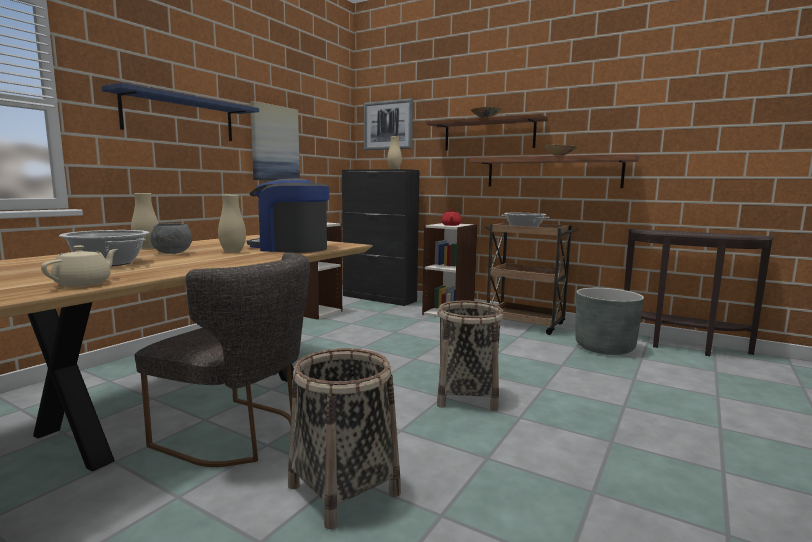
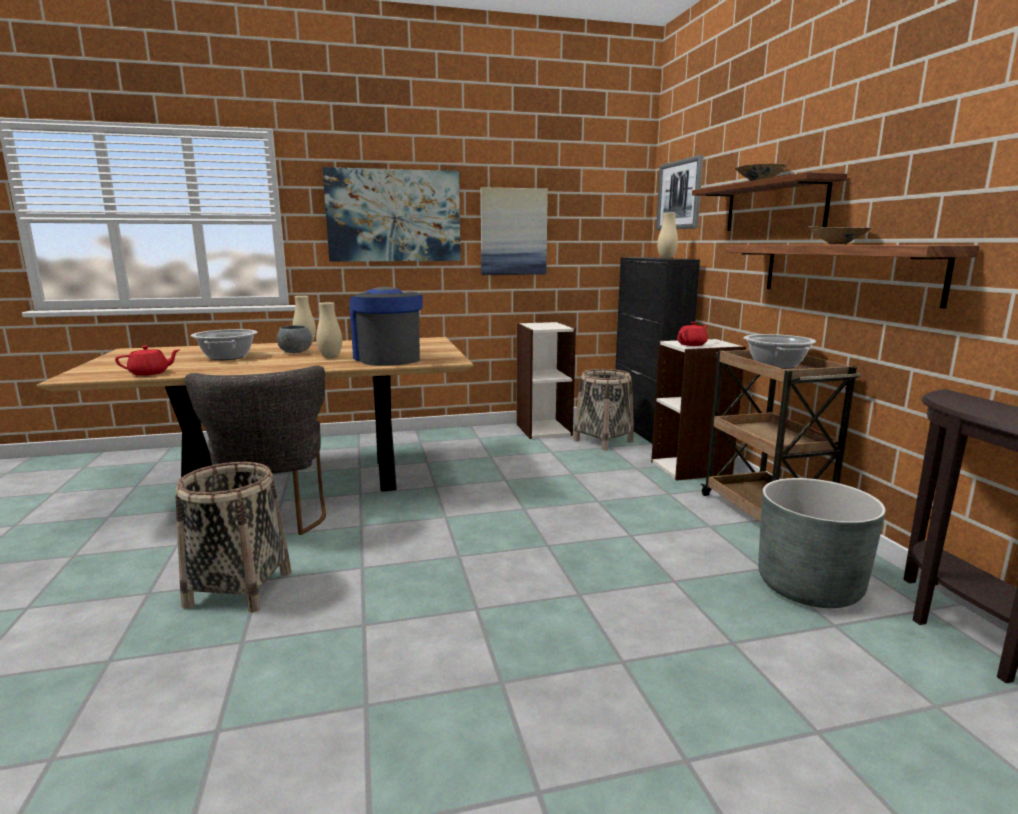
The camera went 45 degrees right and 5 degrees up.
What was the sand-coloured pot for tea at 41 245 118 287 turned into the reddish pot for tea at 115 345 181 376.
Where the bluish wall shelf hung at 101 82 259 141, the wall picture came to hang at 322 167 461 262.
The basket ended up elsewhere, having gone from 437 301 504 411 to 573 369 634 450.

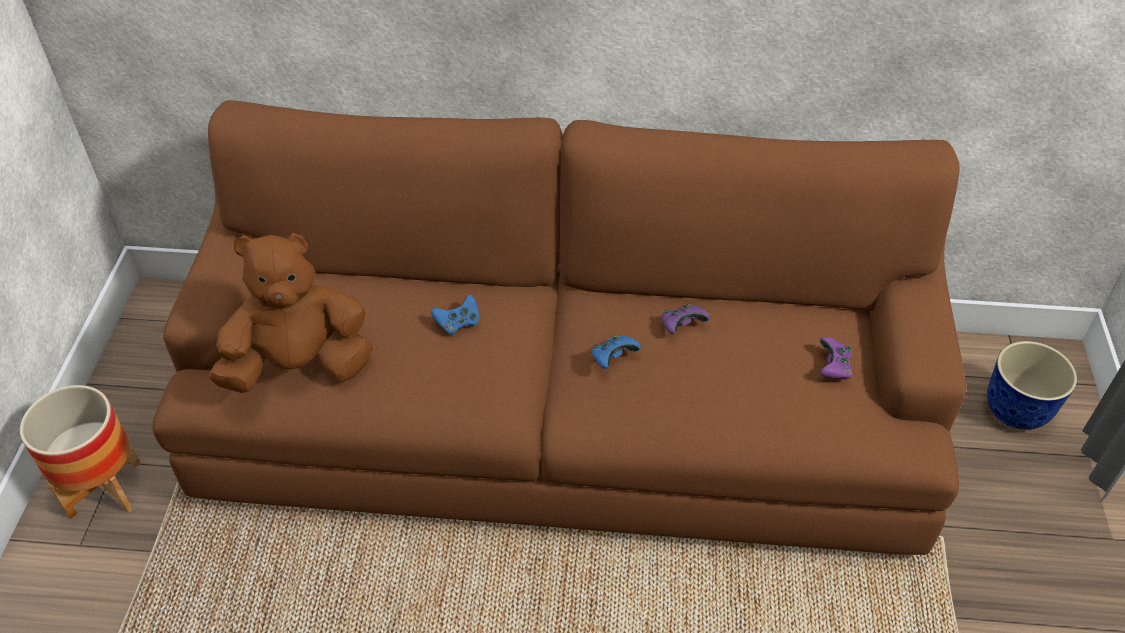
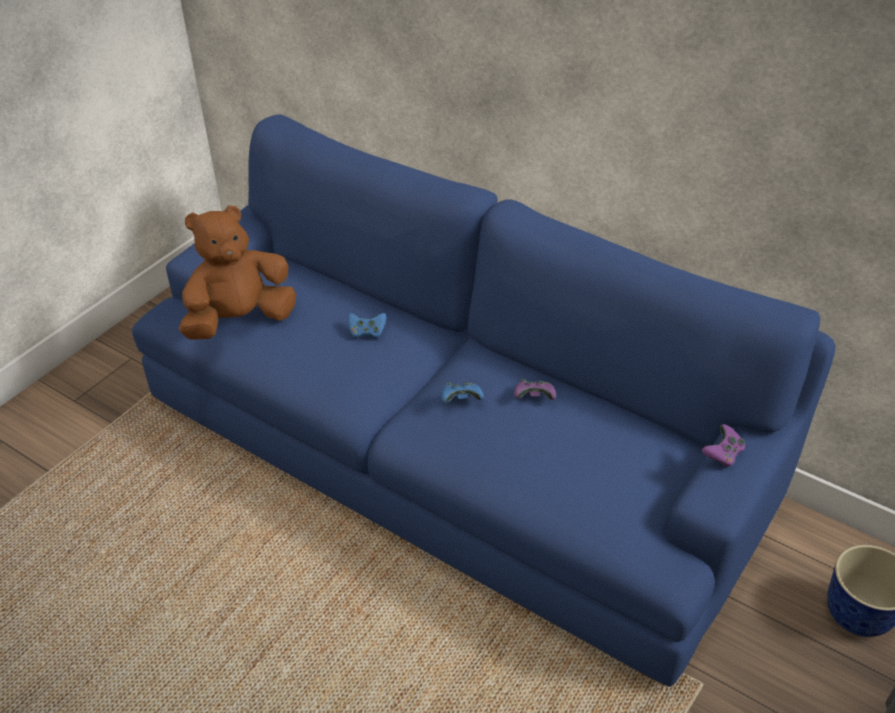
The camera went 30 degrees right and 5 degrees down.
The second view lost the planter at 20 385 141 519.
What was the brownish sofa at 152 100 966 555 turned into the bluish sofa at 132 114 836 687.
The brownish cuddly toy at 209 233 373 393 ended up facing another way, 45 degrees counterclockwise from before.
The purplish gamepad ended up elsewhere, having gone from 820 337 853 380 to 702 424 745 467.

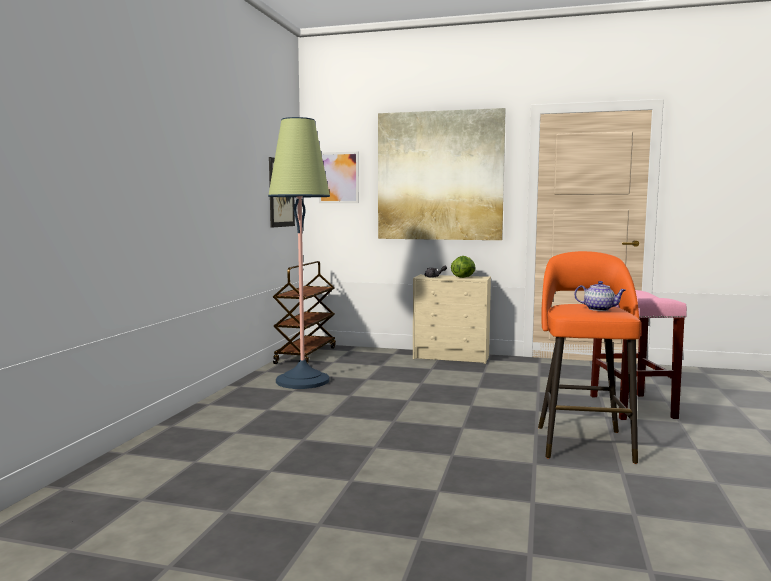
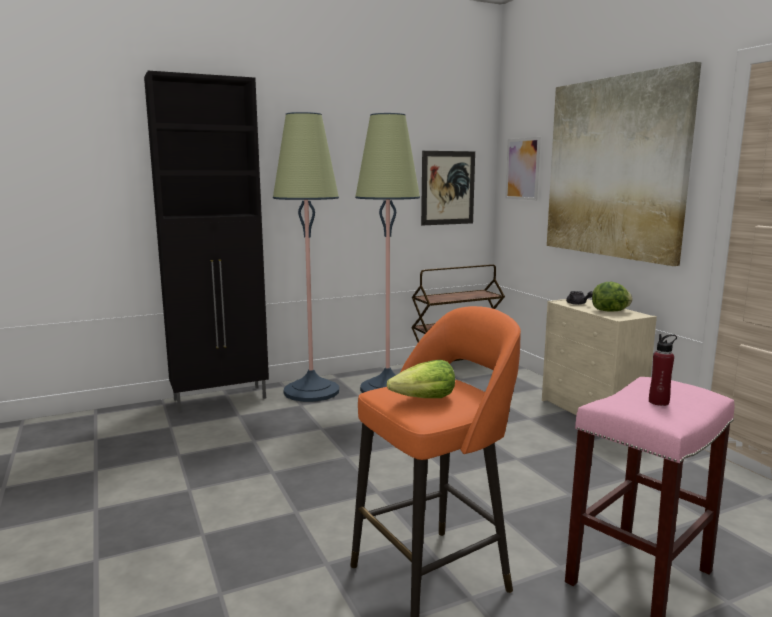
The camera went 50 degrees right and 5 degrees up.
Where the pot for tea stood at 574 281 626 311, the lettuce came to stand at 387 359 455 398.
The second view gained the blackish cupboard at 144 71 269 412.
The second view gained the floor lamp at 273 112 339 402.
The second view gained the reddish beverage bottle at 649 334 677 406.

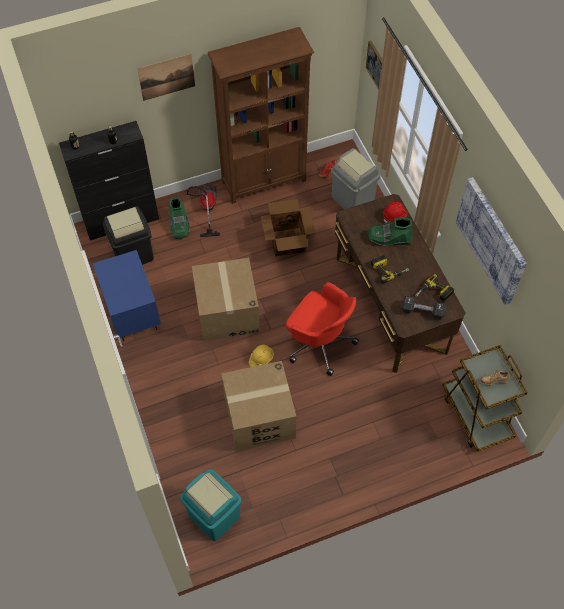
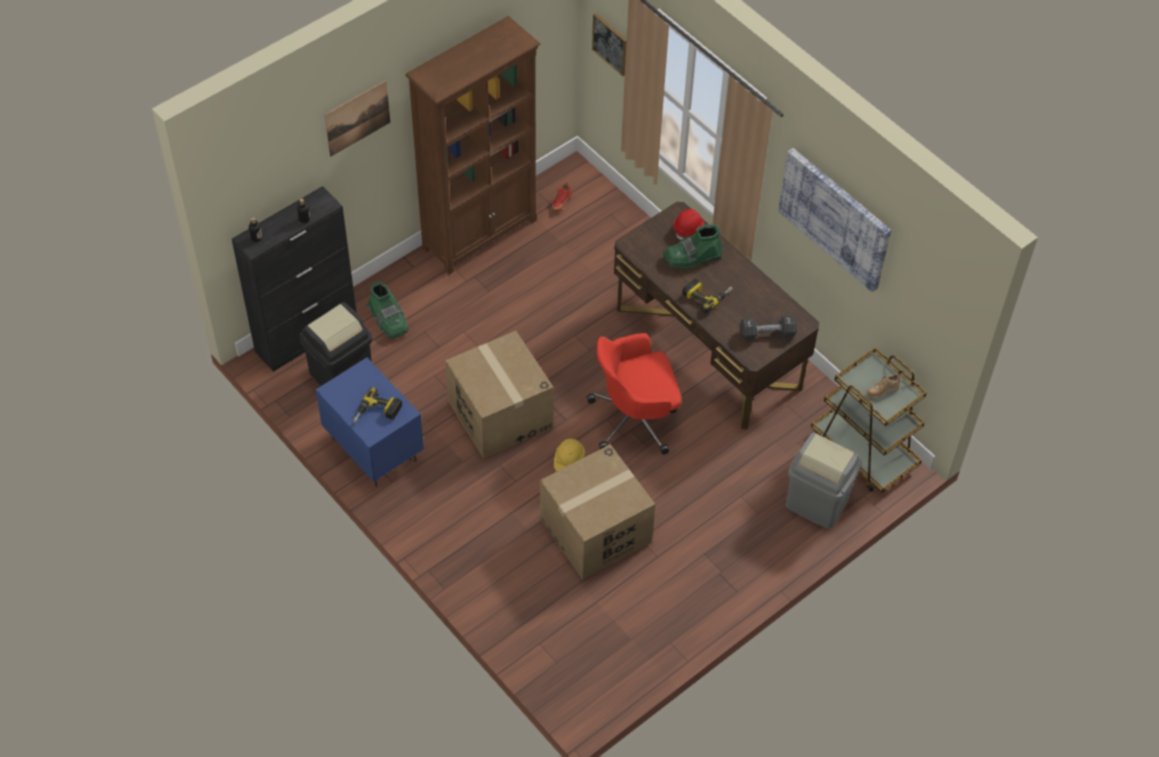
The camera went 20 degrees left and 5 degrees down.
The second view lost the blue-green rubbish bin at 180 470 241 541.
The second view lost the hoover at 186 185 220 237.
The second view lost the packing box at 261 199 315 256.
The reddish office chair at 286 282 359 376 ended up facing another way, 150 degrees clockwise from before.
The gray rubbish bin ended up elsewhere, having gone from 331 148 381 210 to 786 432 862 529.
The power drill ended up elsewhere, having gone from 415 274 454 302 to 352 387 402 423.

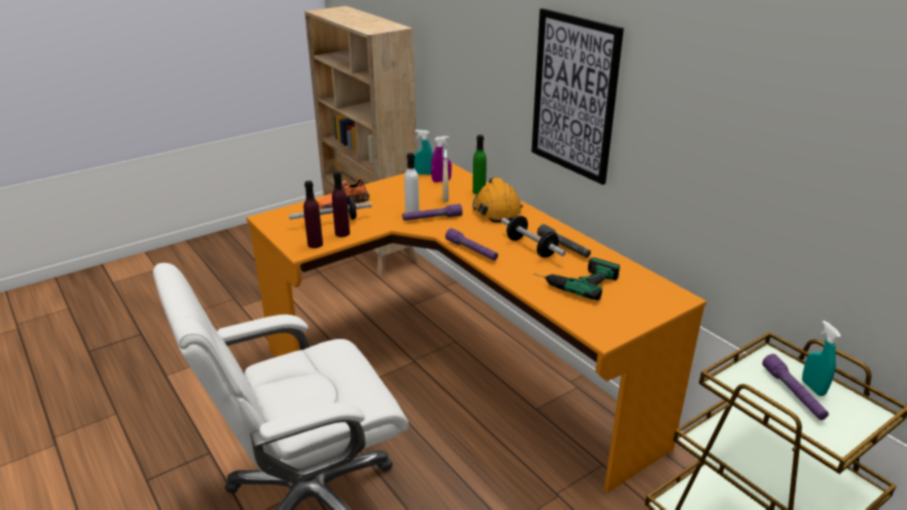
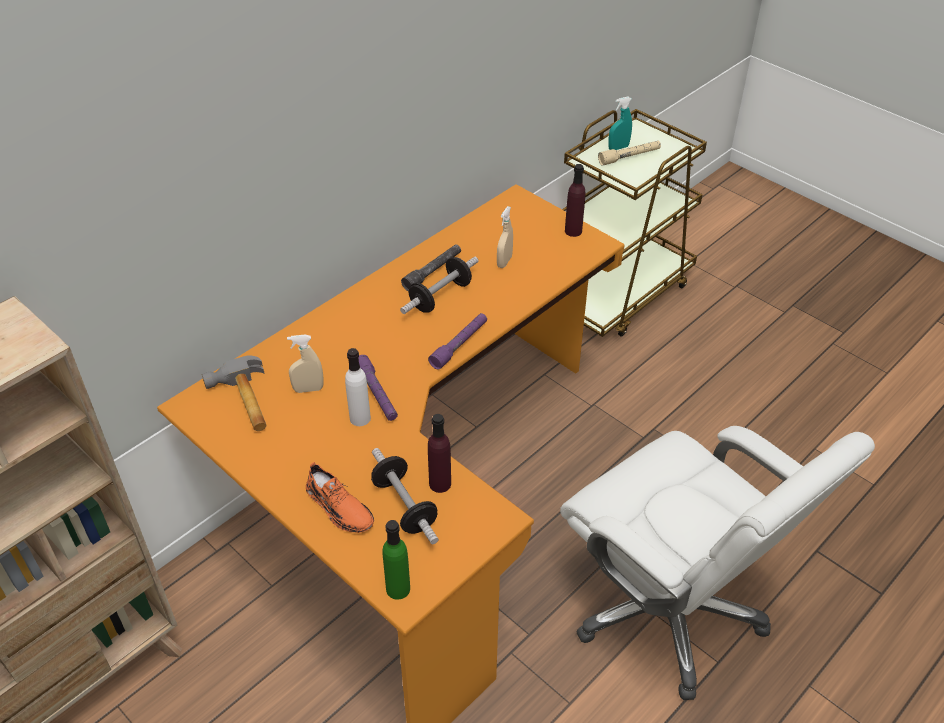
The camera went 100 degrees left and 15 degrees up.
The purplish beverage bottle ended up elsewhere, having gone from 304 181 323 248 to 565 164 586 237.
The second view lost the blue-green hand sprayer at 414 130 433 175.
Where the purplish hand sprayer stood at 431 136 452 182, the tool hammer came to stand at 202 355 266 431.
The green-coloured beverage bottle ended up elsewhere, having gone from 473 135 487 194 to 382 520 410 600.
The second view lost the orange-coloured work helmet at 473 178 523 223.
The second view lost the wall picture at 532 8 624 185.
Where the power drill stood at 534 257 620 301, the sand-coloured hand sprayer came to stand at 497 206 513 268.
What was the purplish flashlight at 762 354 829 420 turned into the sand-coloured flashlight at 598 141 661 166.

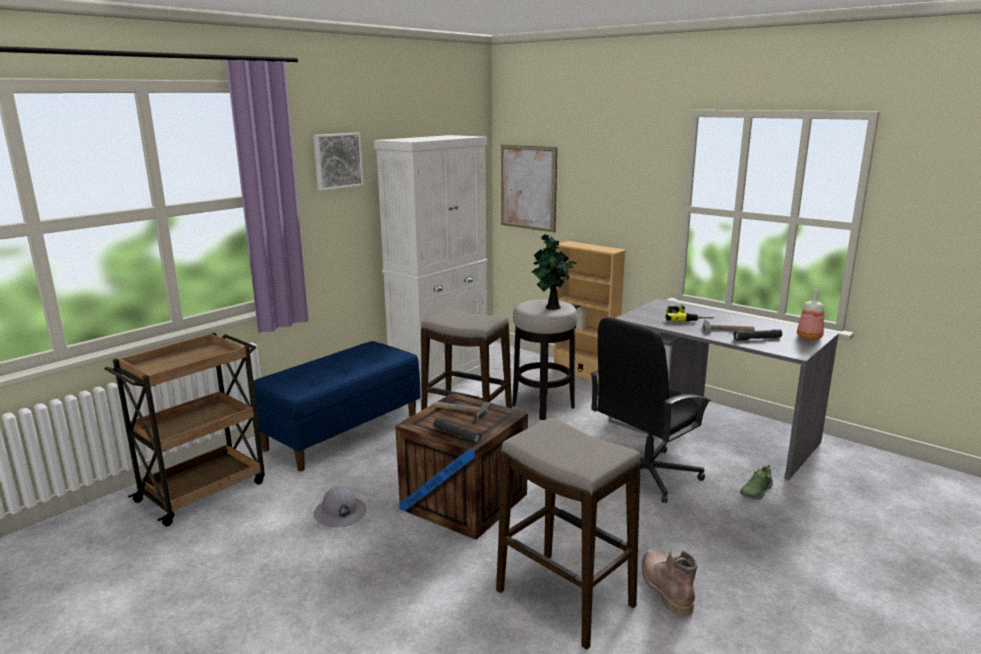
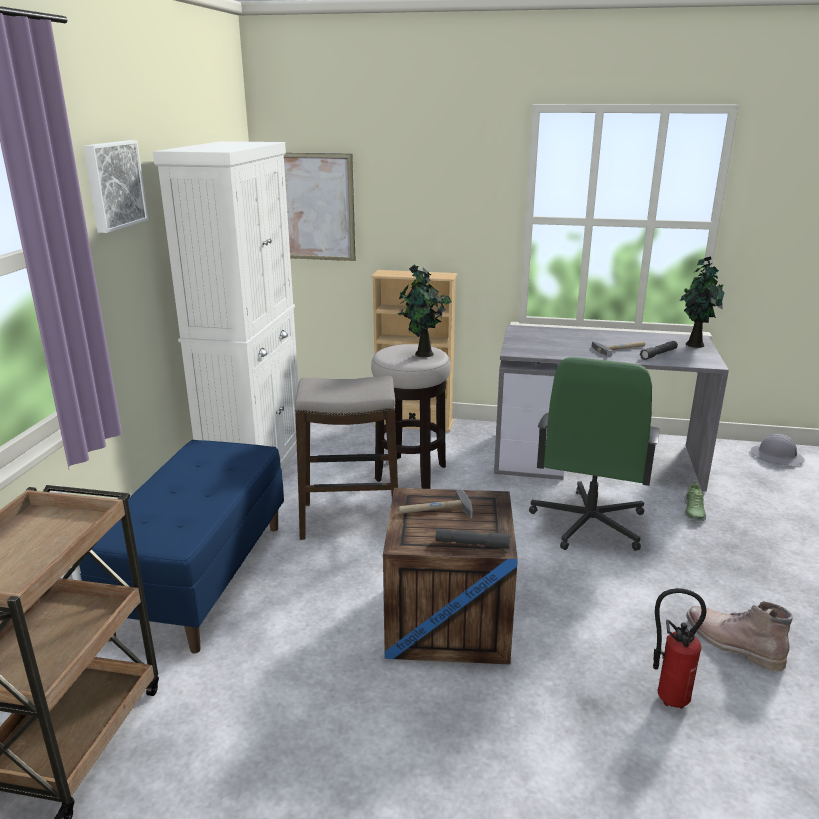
The camera went 30 degrees left and 5 degrees up.
The gray work helmet ended up elsewhere, having gone from 313 486 366 527 to 751 434 805 465.
Where the sitting stool stood at 496 418 641 650, the extinguisher came to stand at 653 588 706 709.
What was the blackish office chair at 590 317 711 503 turned into the green-coloured office chair at 529 357 660 551.
The second view lost the power drill at 666 305 714 321.
Where the beverage bottle stood at 797 289 824 340, the houseplant came to stand at 680 256 724 348.

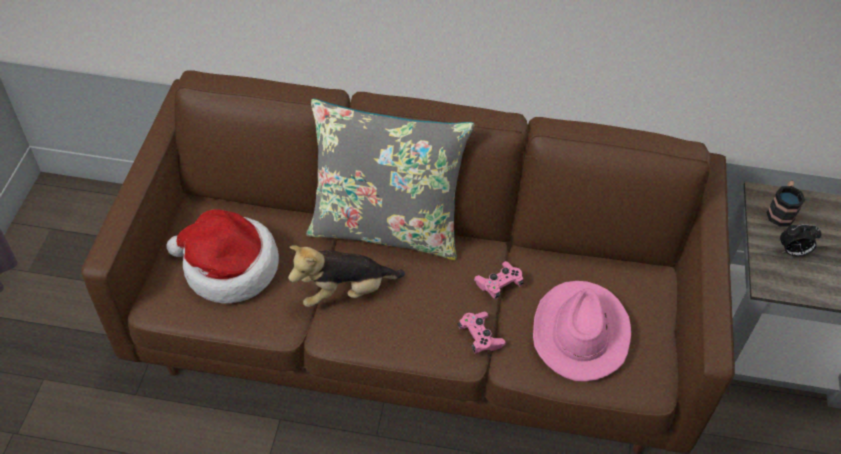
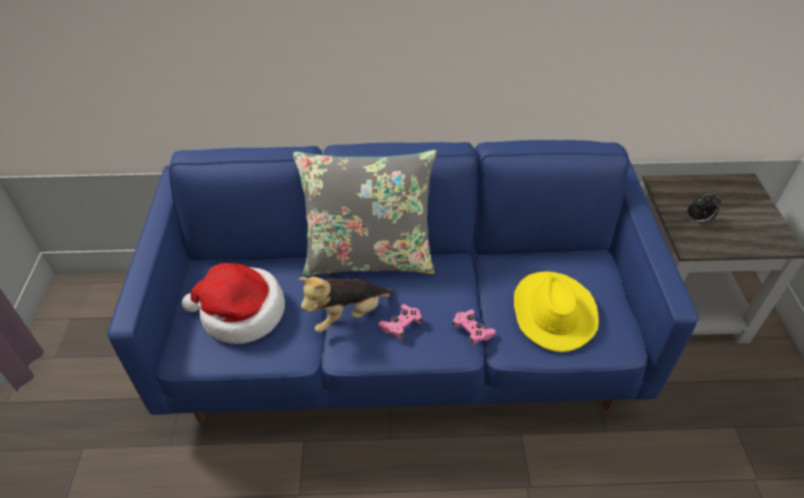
The camera went 10 degrees left and 5 degrees down.
What was the brownish sofa at 81 70 735 454 turned into the bluish sofa at 107 140 699 422.
The pinkish gamepad ended up elsewhere, having gone from 474 261 524 300 to 378 304 423 340.
What was the pinkish hat at 533 281 631 381 turned into the yellowish hat at 514 271 599 352.
The second view lost the tea mug at 766 180 805 227.

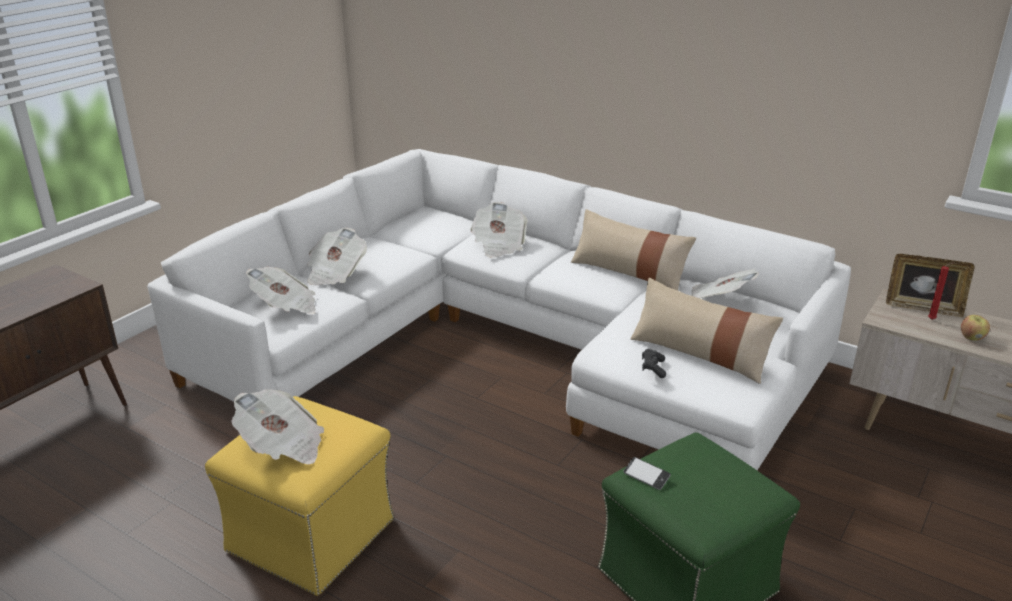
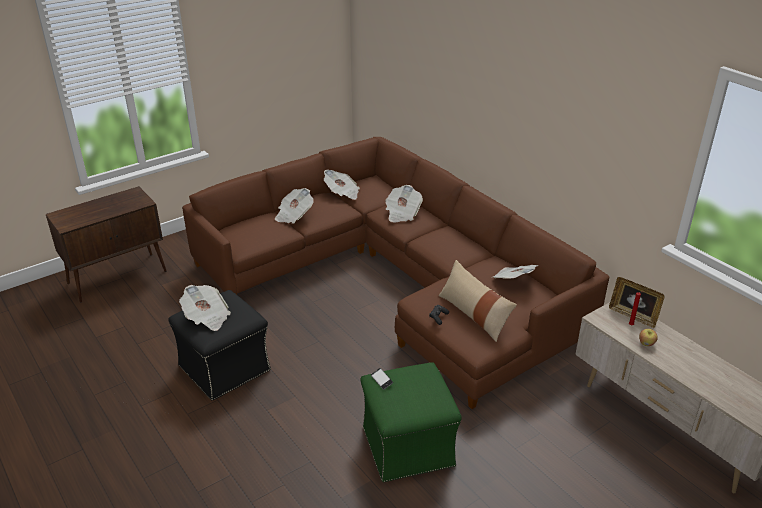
The camera went 20 degrees right and 5 degrees up.
What was the white sofa at 147 149 851 470 turned into the brownish sofa at 182 137 609 409.
What was the yellowish footrest at 205 396 394 596 turned into the blackish footrest at 168 290 271 401.
The printed paper ended up elsewhere, having gone from 246 267 316 314 to 324 169 360 200.
The second view lost the sand-coloured throw pillow at 571 209 696 291.

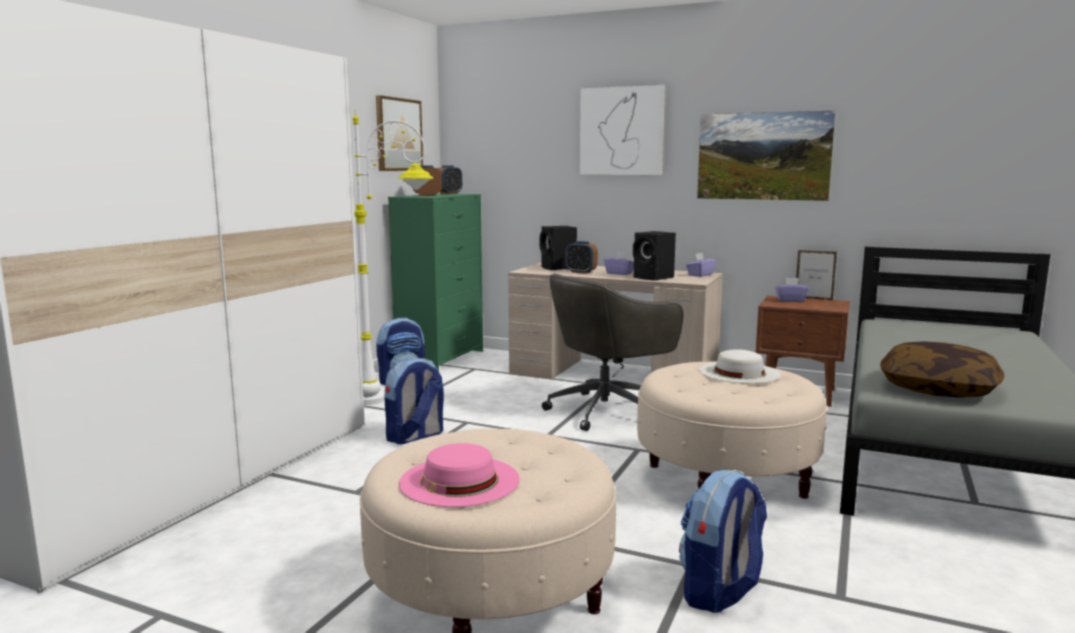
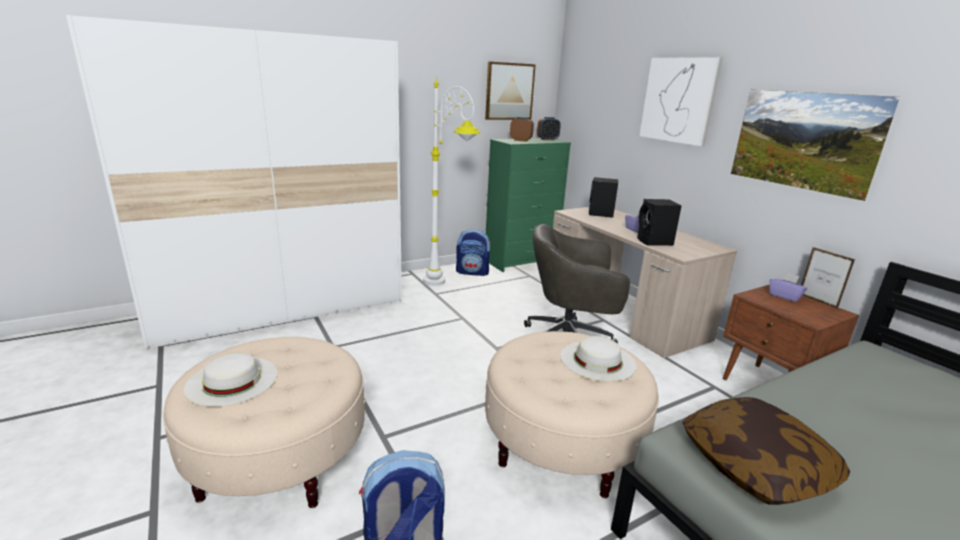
The camera went 35 degrees right and 10 degrees up.
The second view lost the backpack at 384 358 444 444.
What was the pinkish hat at 399 443 520 507 turned into the white hat at 184 352 278 407.
The second view lost the table clock at 565 241 598 274.
The second view lost the purplish box of tissues at 686 253 716 277.

